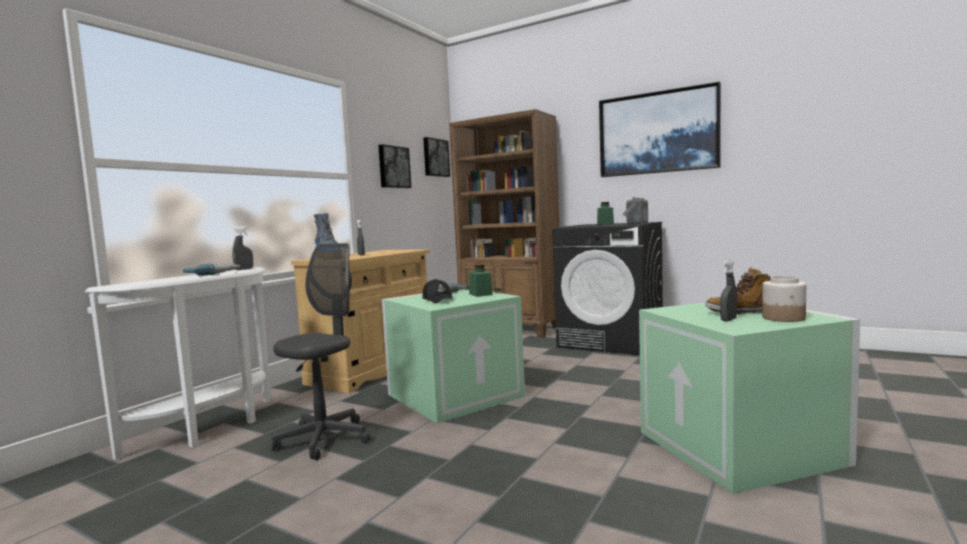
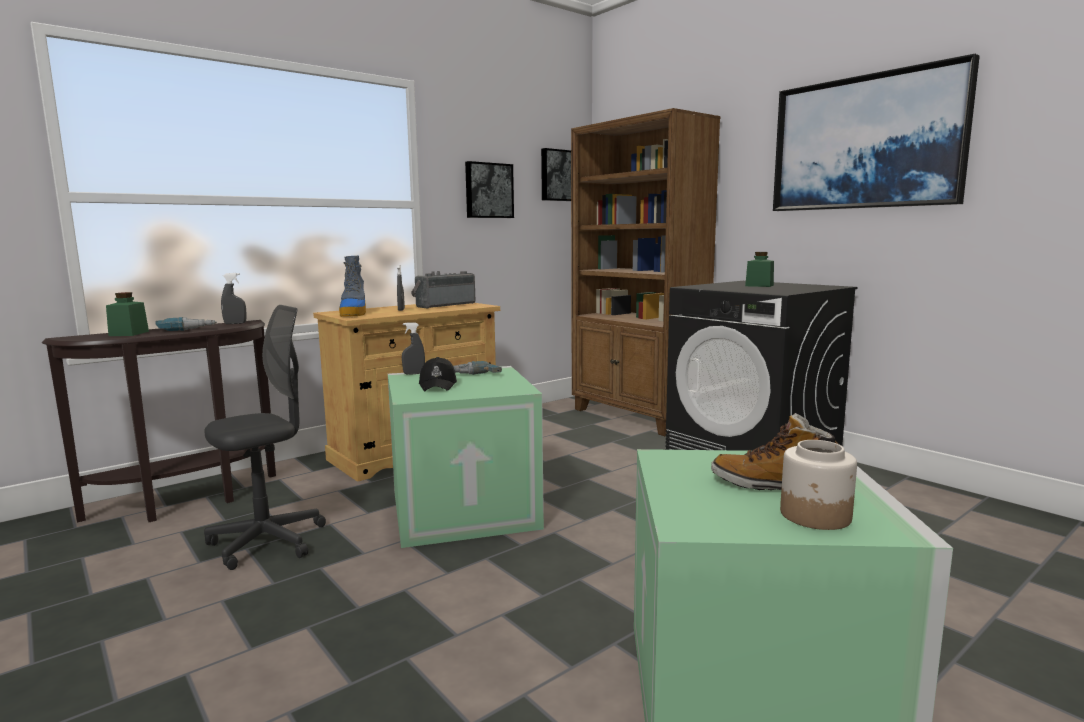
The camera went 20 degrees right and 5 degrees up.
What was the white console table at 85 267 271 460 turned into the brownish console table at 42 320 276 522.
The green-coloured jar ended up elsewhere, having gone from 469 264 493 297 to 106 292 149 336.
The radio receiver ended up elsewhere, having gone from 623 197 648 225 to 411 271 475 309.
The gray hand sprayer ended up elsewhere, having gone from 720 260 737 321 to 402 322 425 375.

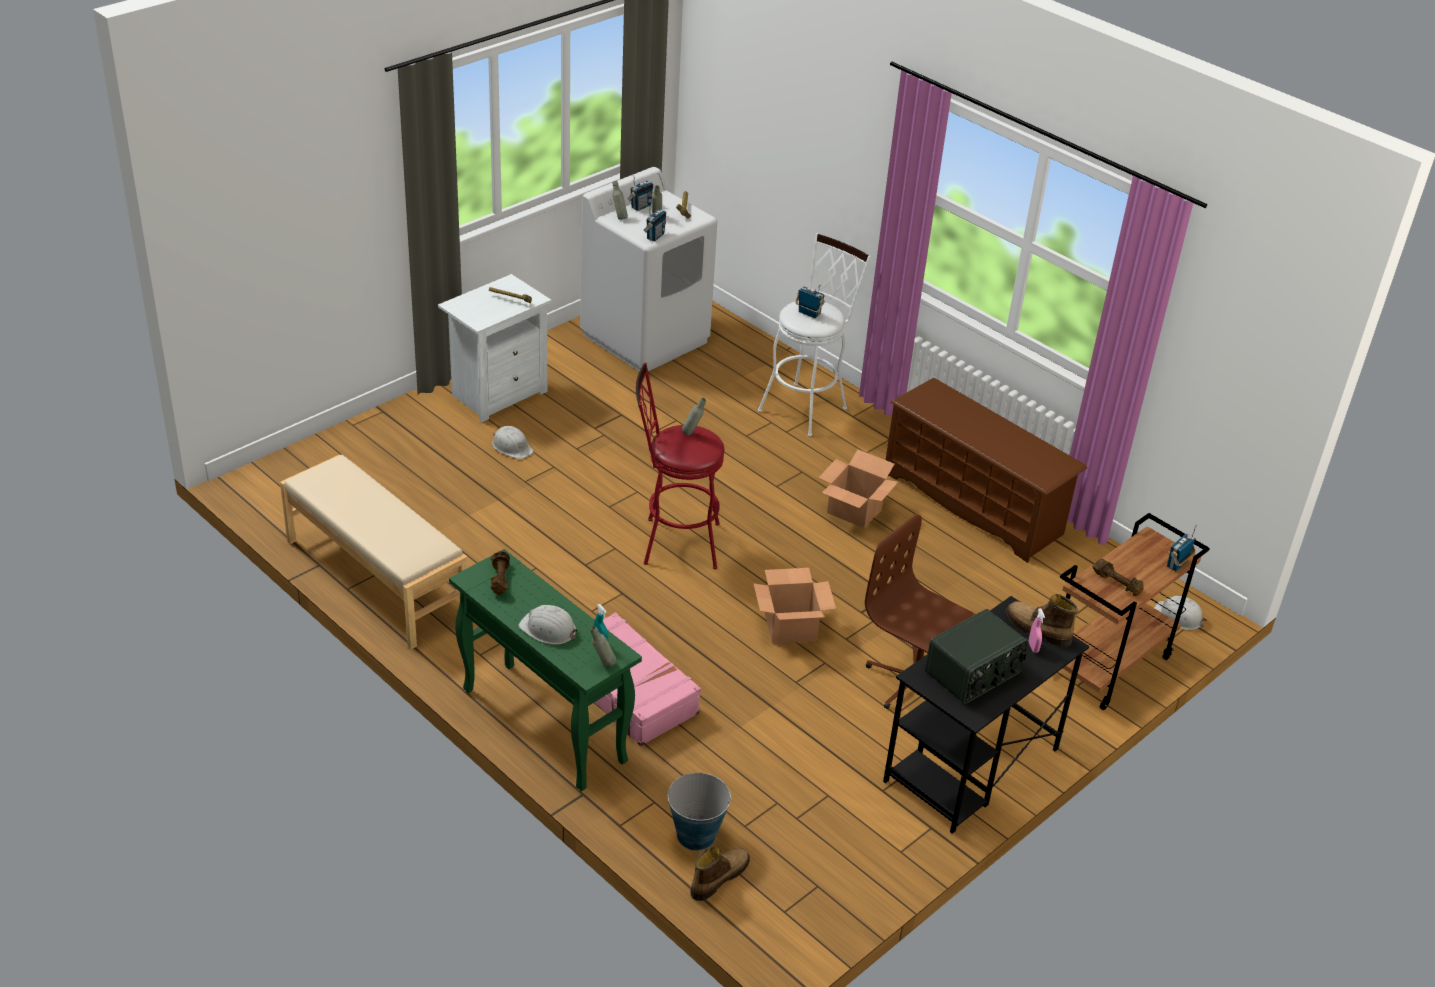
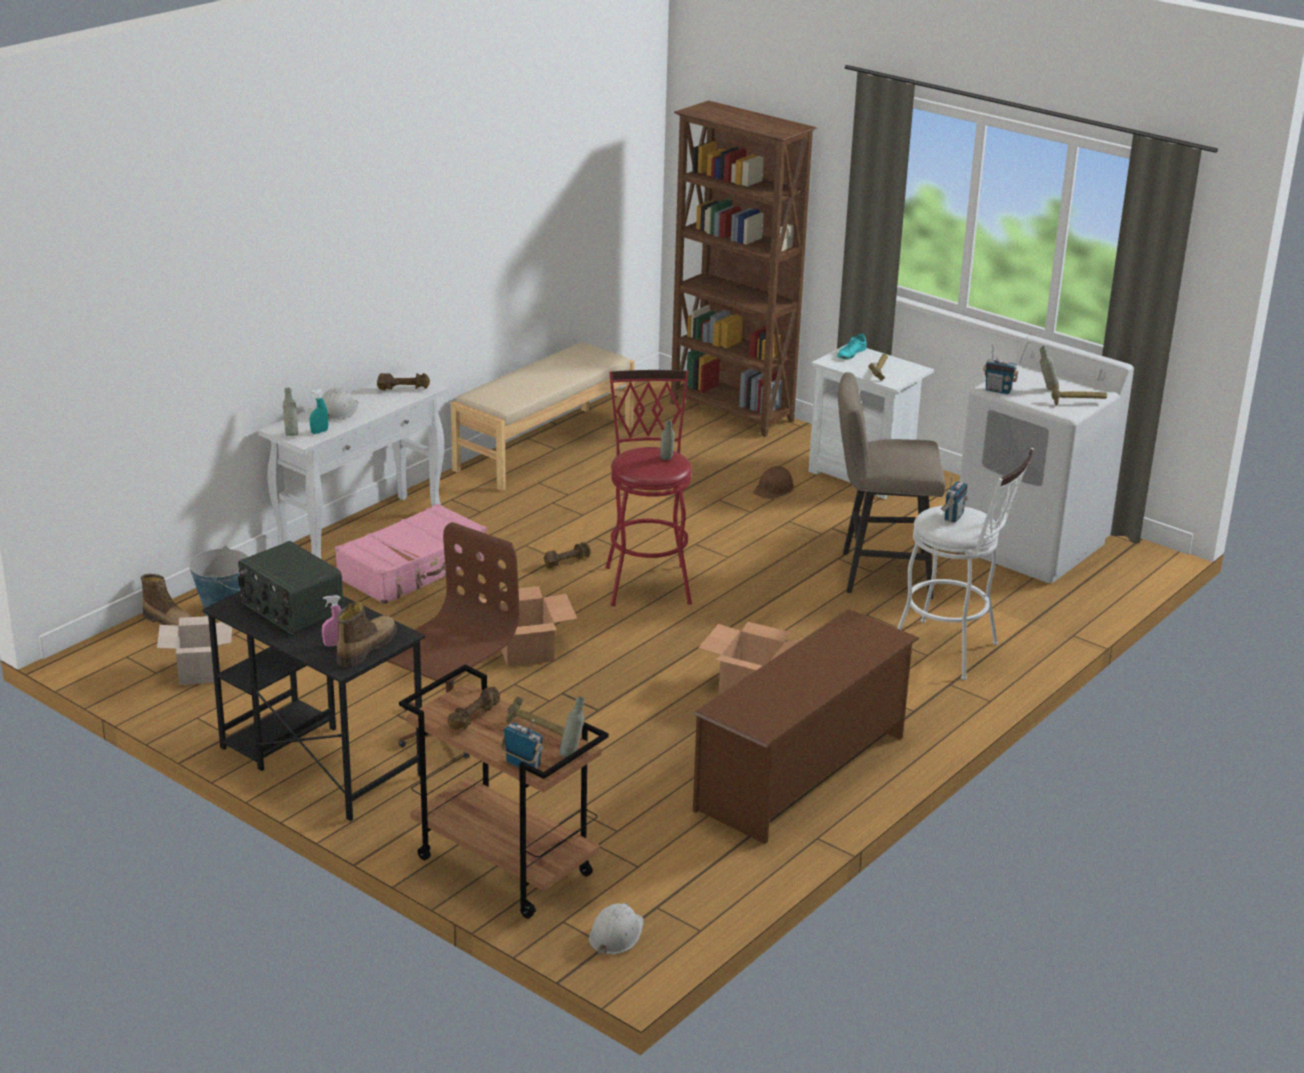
The camera went 85 degrees right and 10 degrees down.
What was the green-coloured console table at 449 549 642 791 turned into the white console table at 258 371 448 559.
What was the white work helmet at 492 426 534 459 turned into the brownish work helmet at 753 466 794 499.
The gray beverage bottle ended up elsewhere, having gone from 612 181 628 220 to 559 696 584 757.
The second view lost the radio receiver at 628 175 653 211.
The second view gained the packing box at 157 616 232 685.
The second view gained the tool hammer at 506 696 565 736.
The second view gained the brownish dumbbell at 544 542 591 568.
The second view gained the brownish shelving unit at 671 100 817 437.
The second view gained the blue-green shoe at 837 333 867 359.
The second view gained the sand-coloured sitting stool at 838 372 946 599.

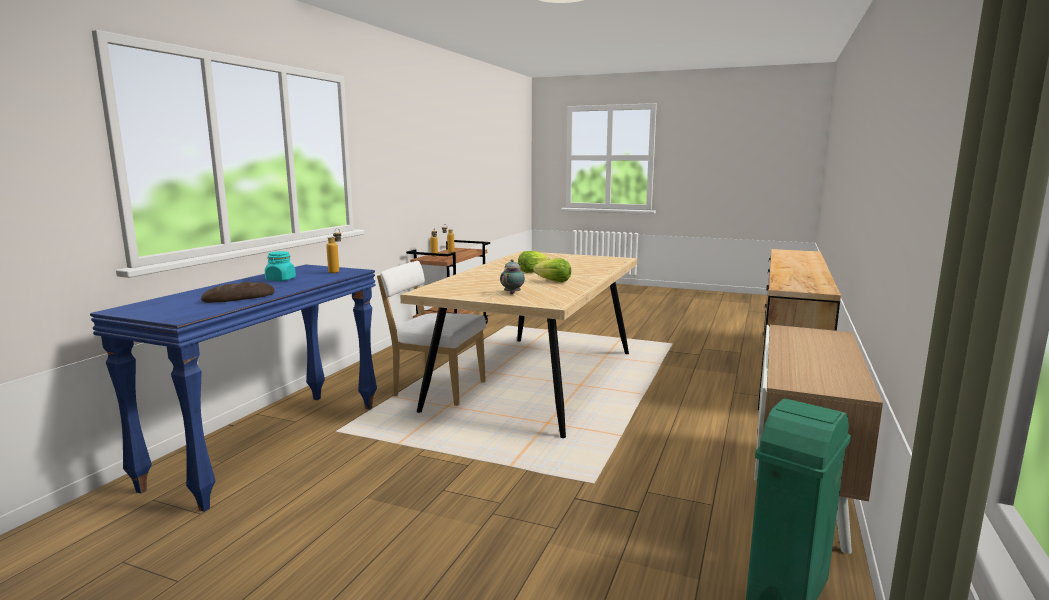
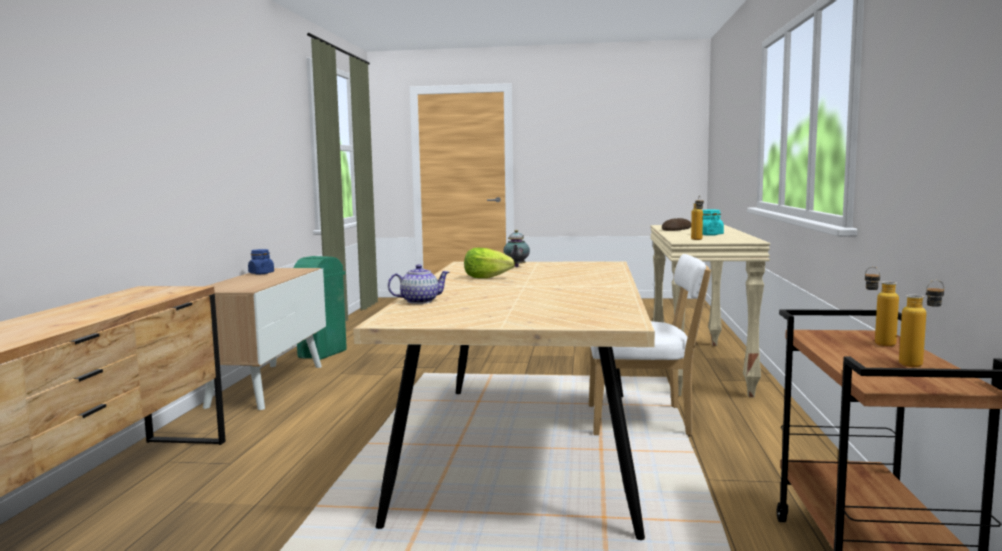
The camera went 165 degrees right and 5 degrees down.
What was the bluish console table at 90 264 377 512 turned into the sand-coloured console table at 650 225 770 398.
The second view lost the lettuce at 518 251 549 273.
The second view gained the bluish jar at 248 249 274 274.
The second view gained the pot for tea at 388 264 449 304.

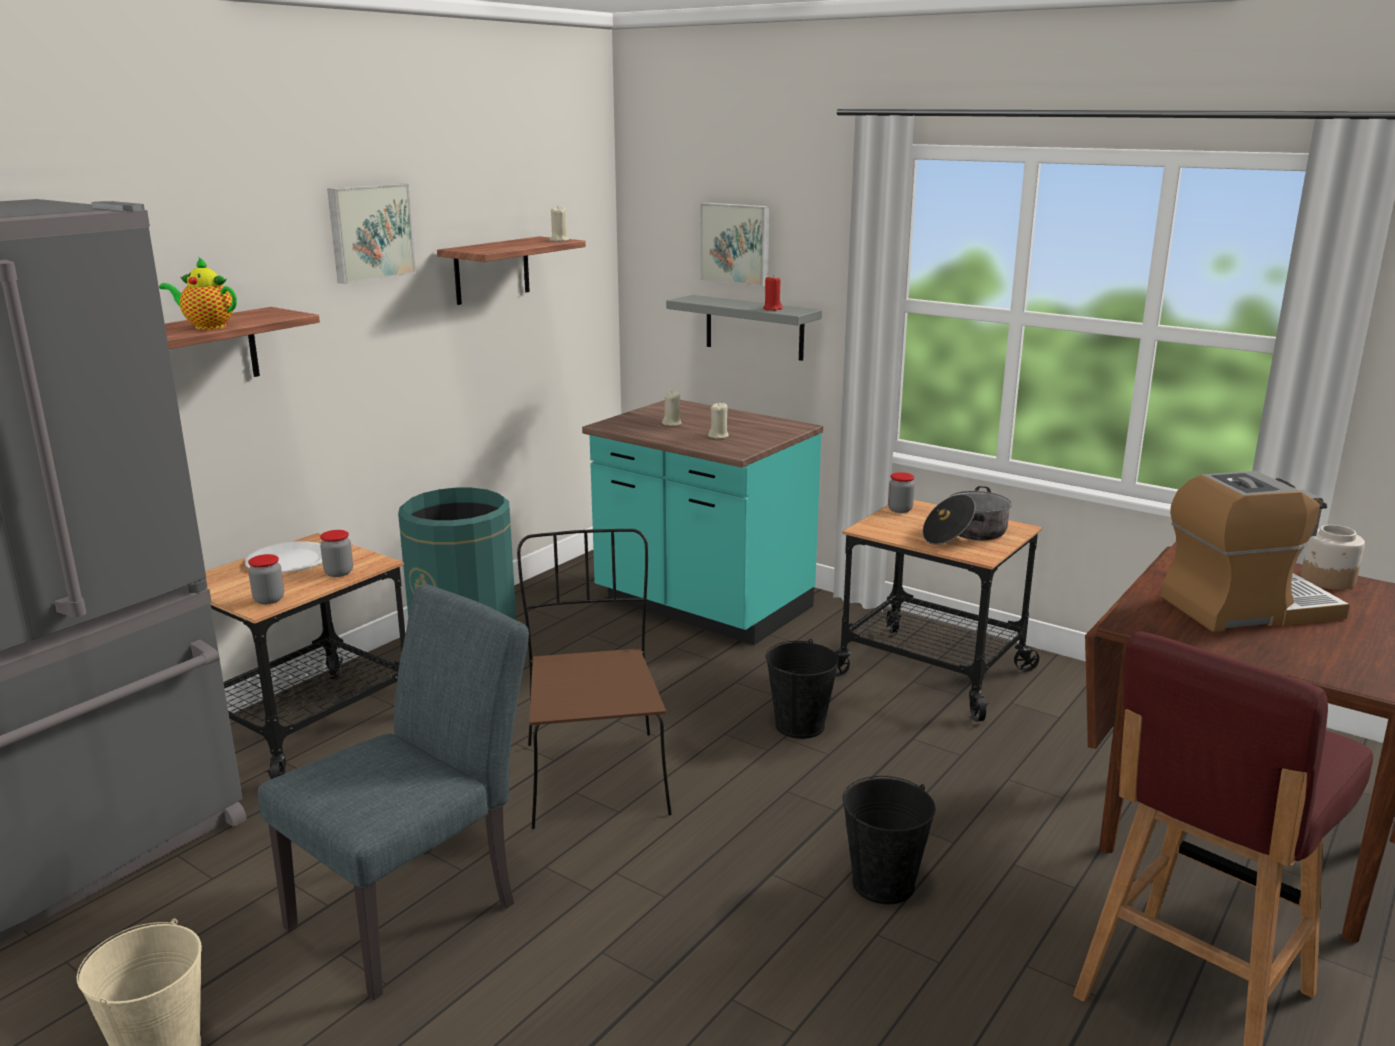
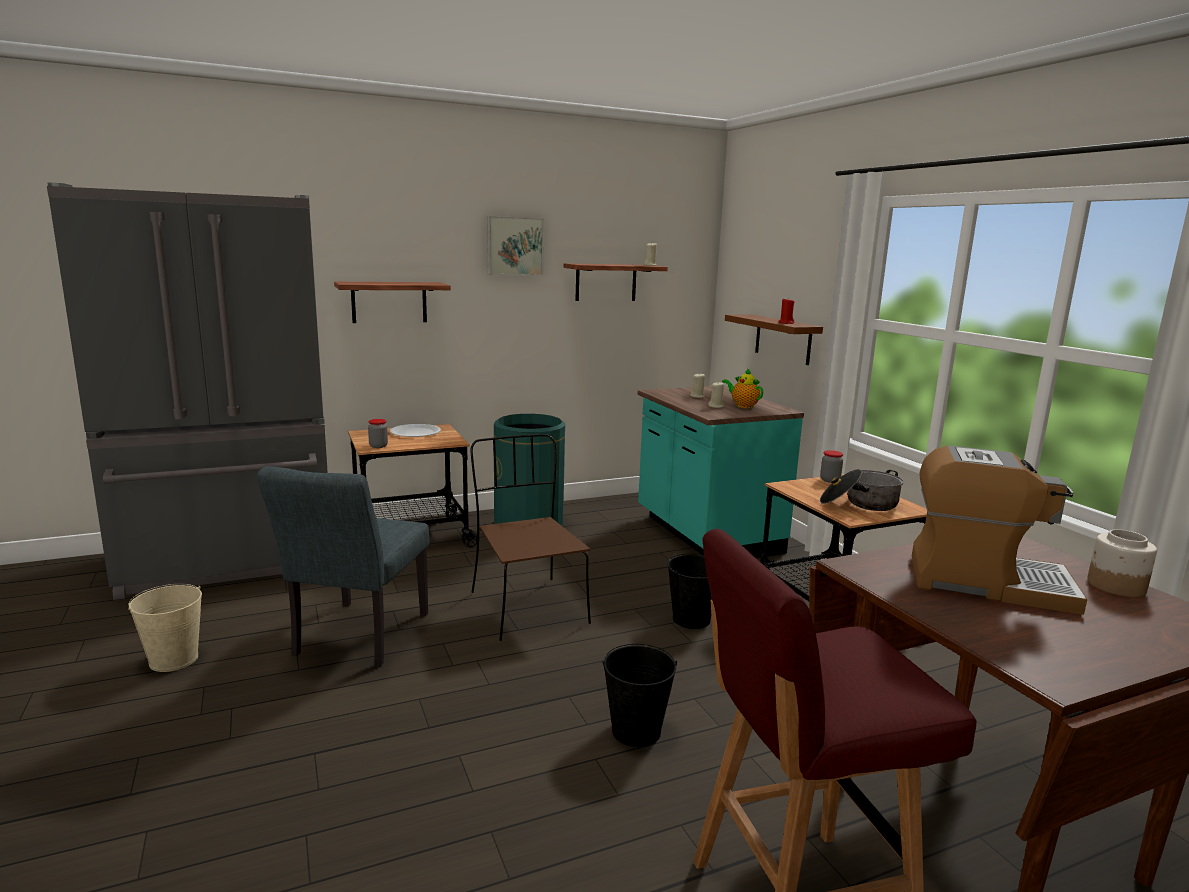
The camera went 30 degrees right and 5 degrees down.
The pot for tea ended up elsewhere, having gone from 159 256 237 330 to 722 368 763 408.
The gray chair at 258 584 529 1000 ended up facing another way, 120 degrees clockwise from before.
The second view lost the jar at 320 530 353 577.
The brownish chair at 517 529 671 829 ended up facing another way, 45 degrees counterclockwise from before.
What was the gray wall shelf at 666 295 822 361 turned into the brownish wall shelf at 725 314 823 365.
The second view lost the wall picture at 700 203 770 287.

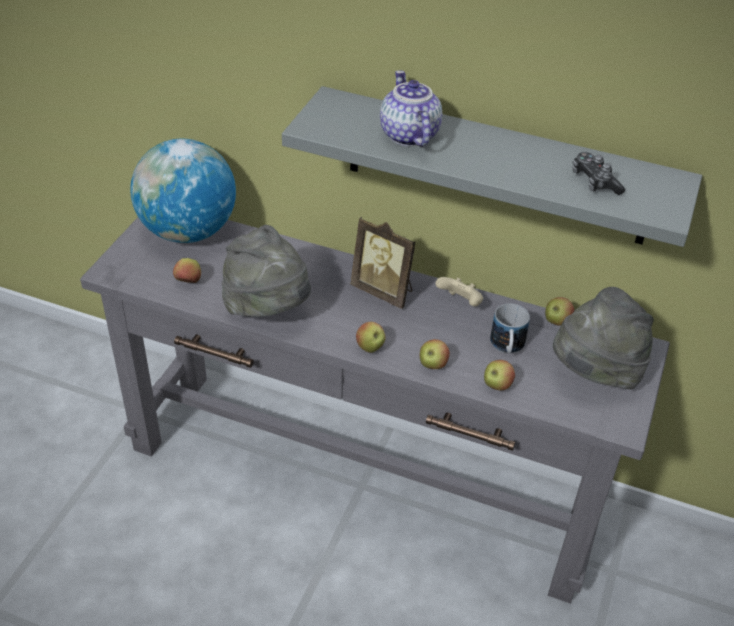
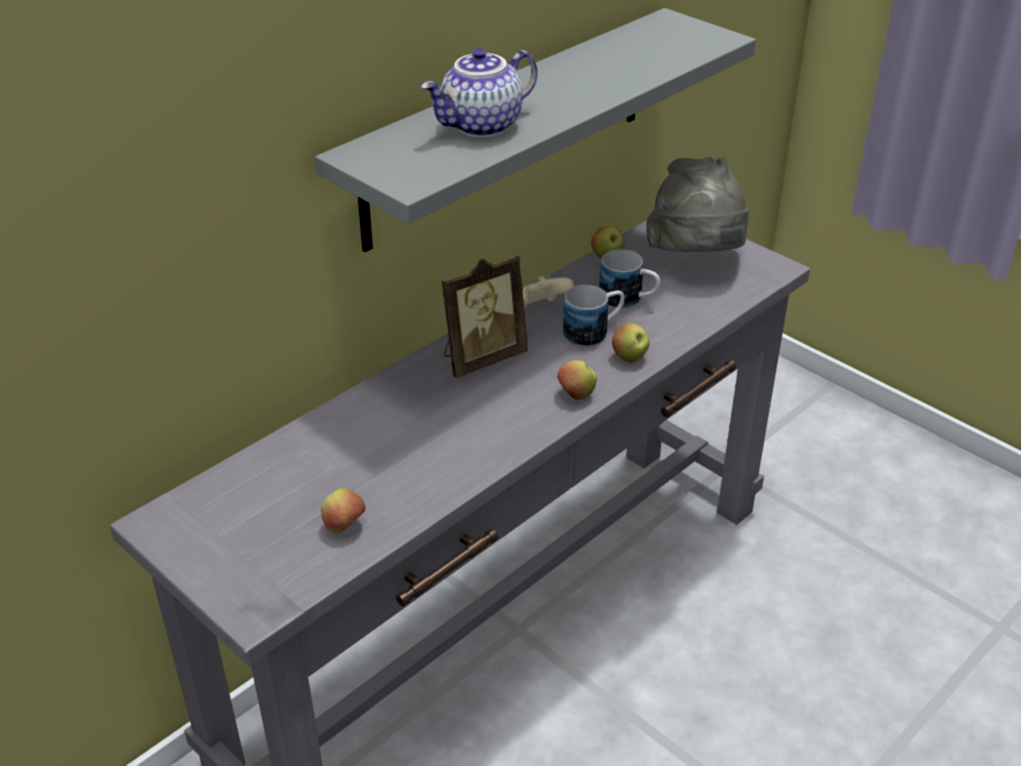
The camera went 65 degrees left and 5 degrees down.
The second view lost the world globe at 130 139 236 243.
The second view lost the gray hat at 222 225 311 317.
The pot for tea at 380 70 442 147 ended up facing another way, 45 degrees counterclockwise from before.
The second view lost the apple fruit at 484 360 515 390.
The second view lost the gamepad at 572 152 625 195.
The second view gained the tea mug at 563 285 625 347.

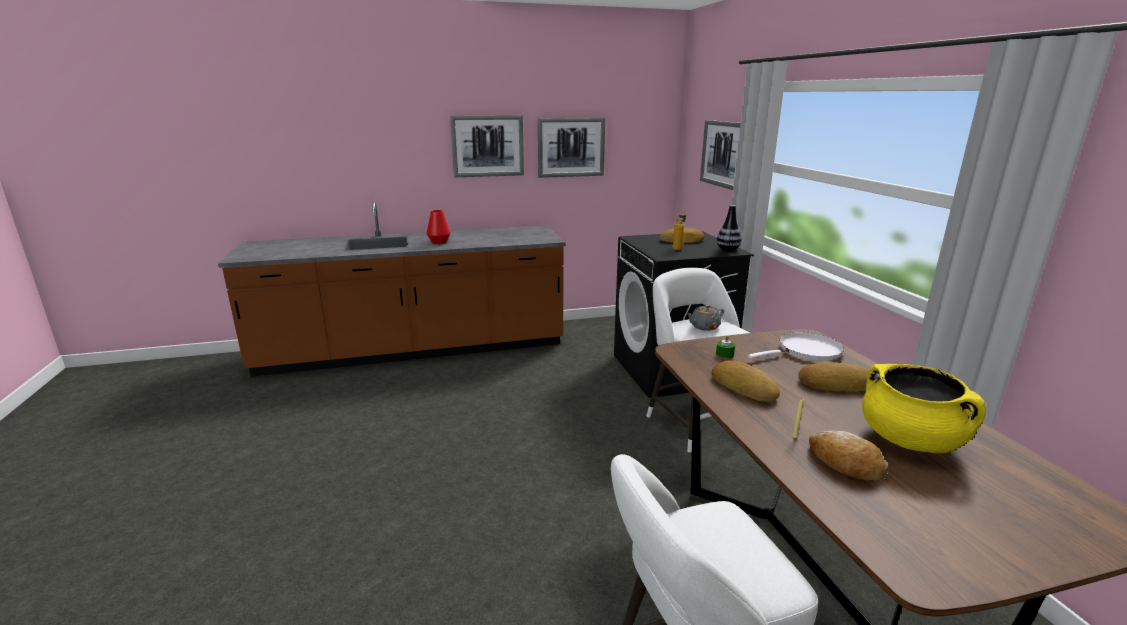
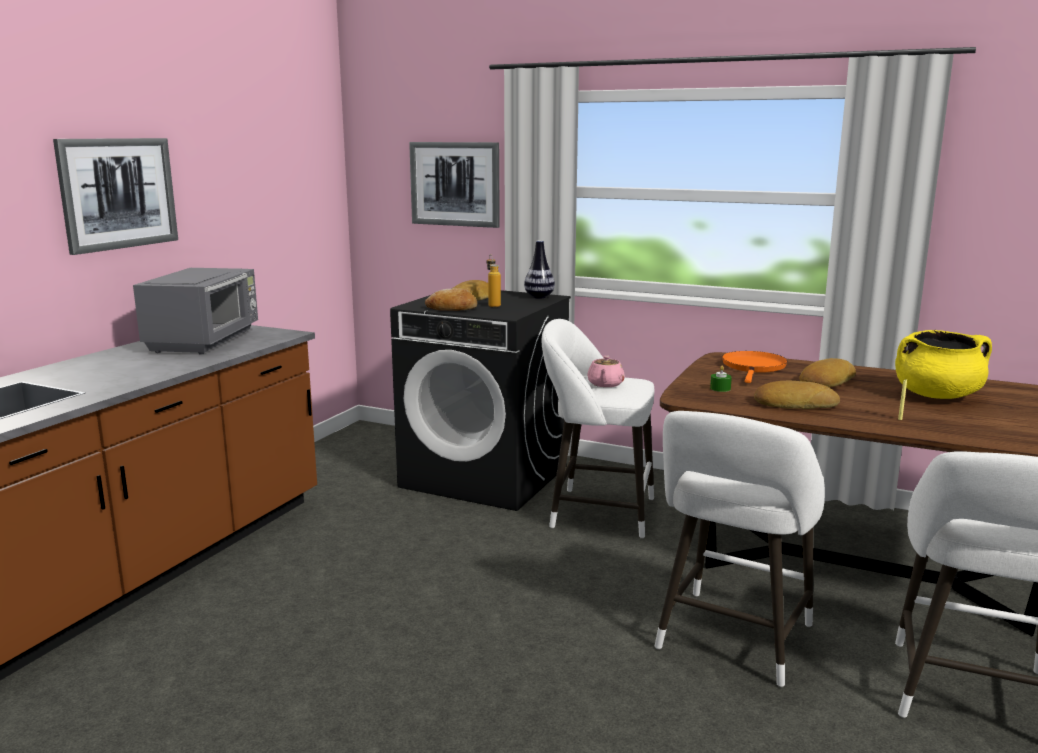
The camera went 50 degrees left and 5 degrees down.
The second view lost the reddish flower vase at 427 210 451 244.
The second view lost the wall picture at 538 118 605 178.
What was the gray pot for tea at 687 304 724 331 turned into the pinkish pot for tea at 587 355 625 387.
What was the white skillet at 748 332 844 361 turned into the orange-coloured skillet at 722 351 788 383.
The baked bread ended up elsewhere, having gone from 809 430 888 481 to 425 288 477 311.
The second view gained the gray kitchen microwave at 133 268 258 355.
The second view gained the white sitting stool at 655 411 825 687.

